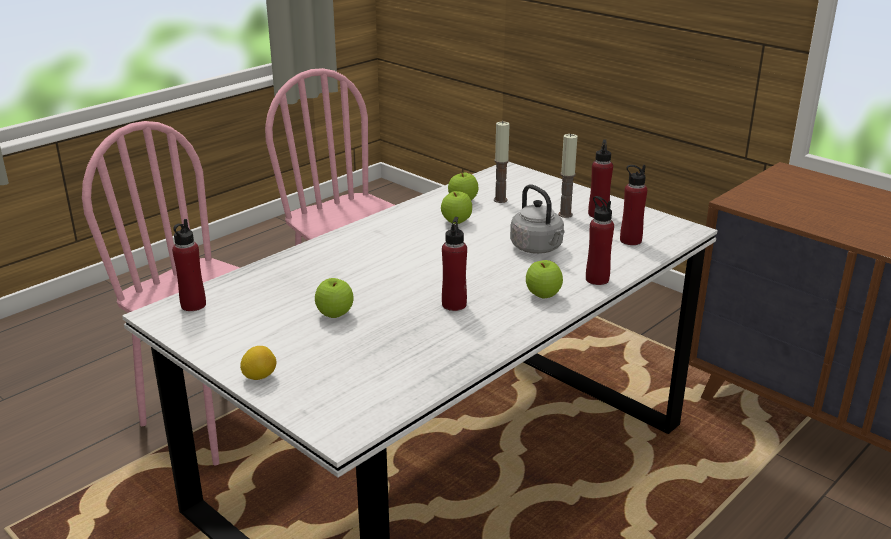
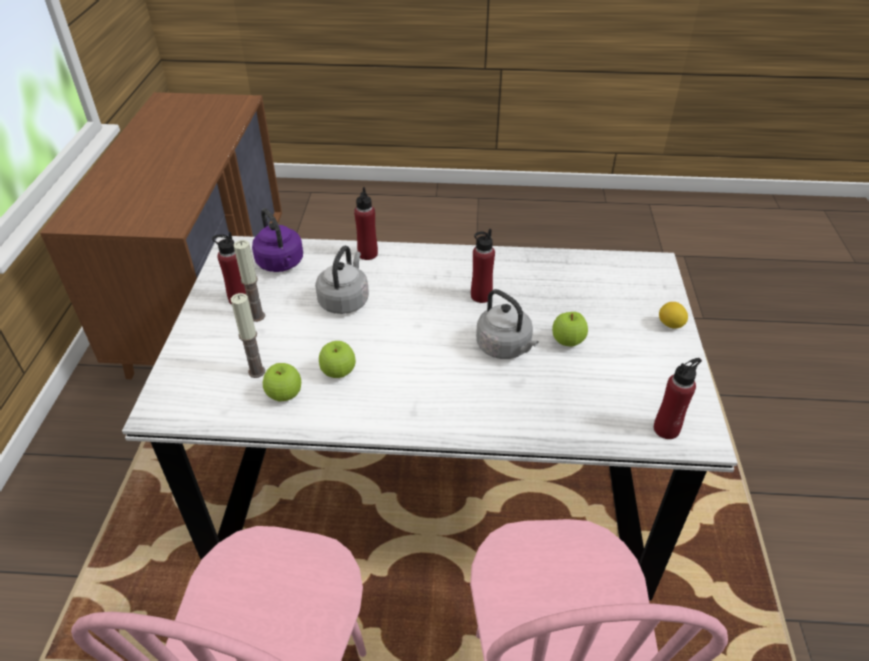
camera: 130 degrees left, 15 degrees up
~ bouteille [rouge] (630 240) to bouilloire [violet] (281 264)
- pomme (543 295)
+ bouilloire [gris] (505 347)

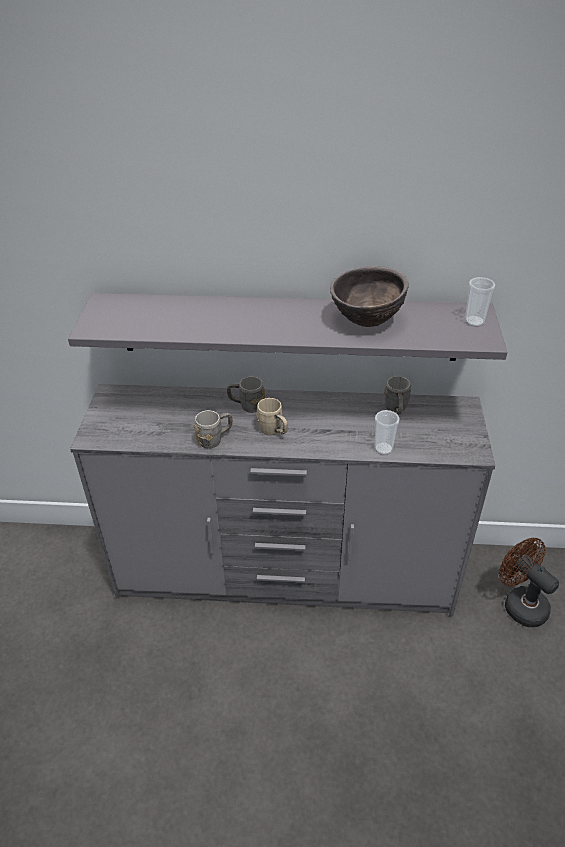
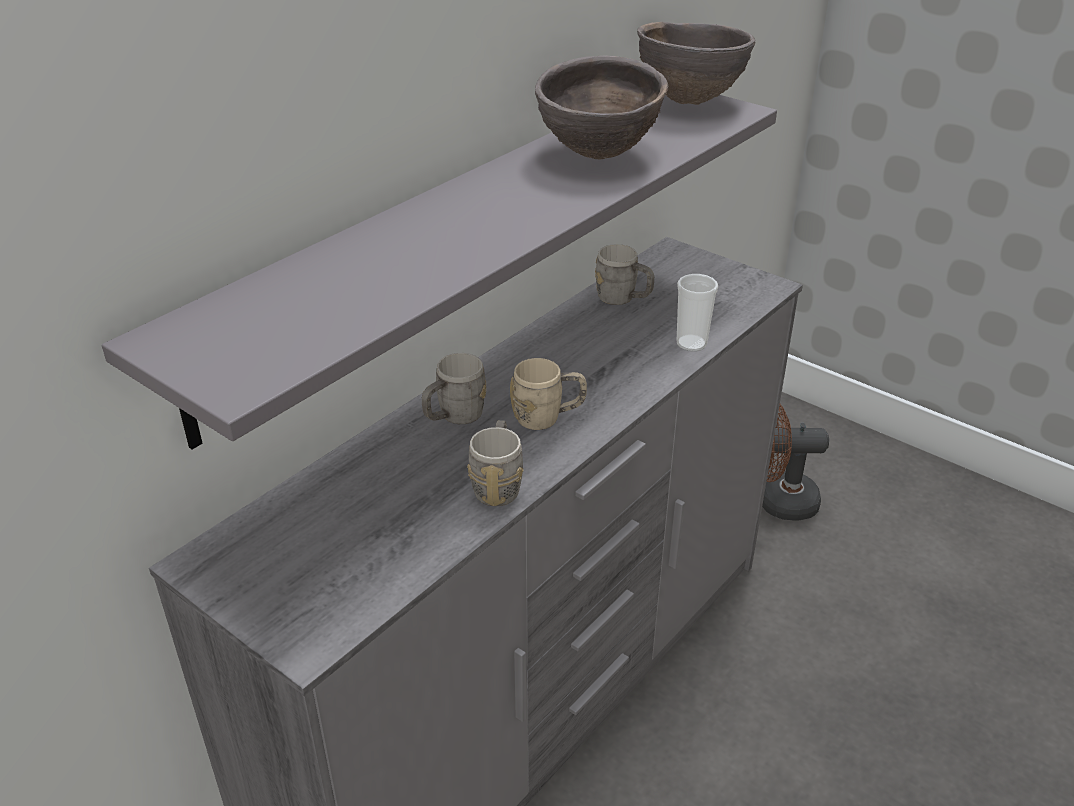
camera: 55 degrees left, 5 degrees down
~ tasse (474 321) to bol [marron] (690 101)

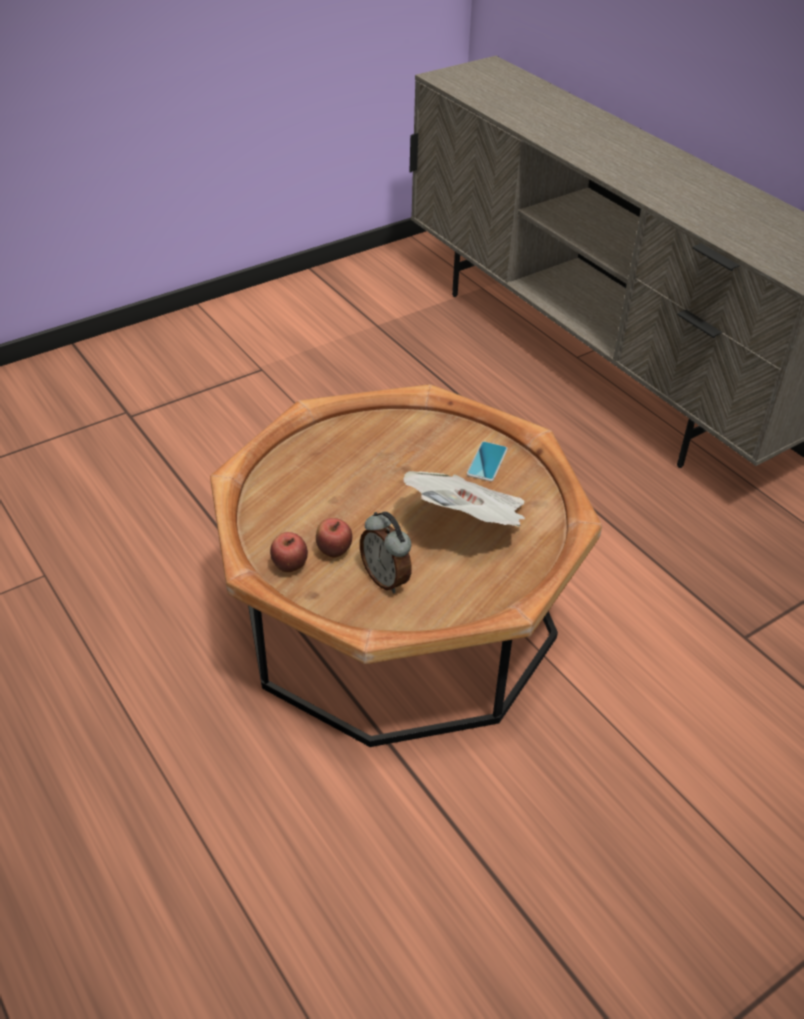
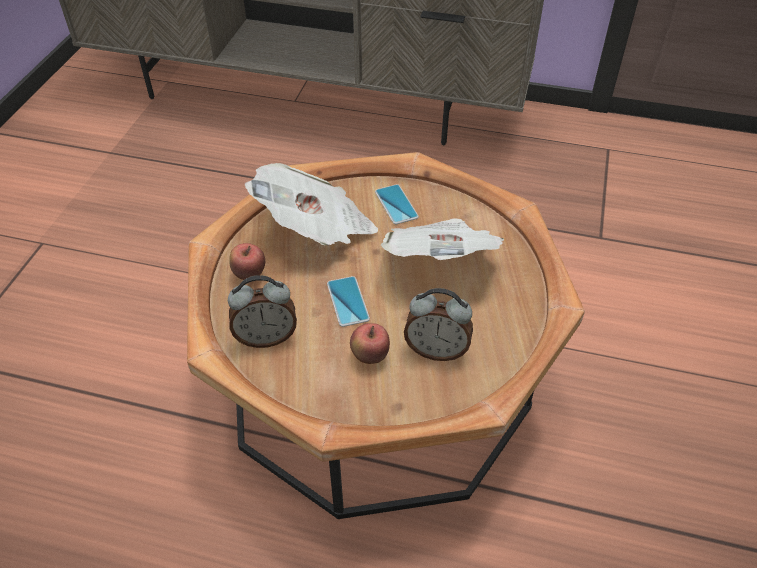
camera: 40 degrees left, 5 degrees up
~ pomme (290 566) to (249 275)
+ journal (316 229)
+ réveil (266 337)
+ téléphone (347 301)

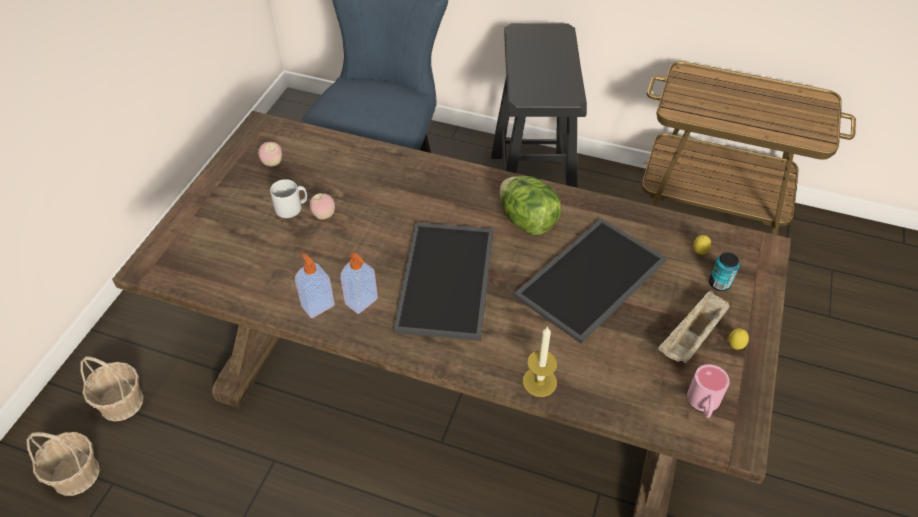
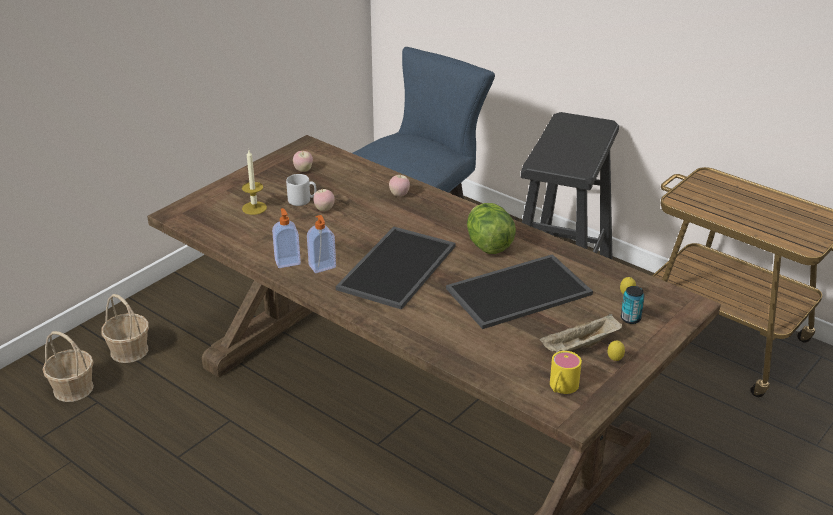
camera: 20 degrees right, 15 degrees down
~ bougie (539 381) to (254 208)
~ mug [rose] (703 404) to mug [jaune] (561 388)
+ pomme (399 195)

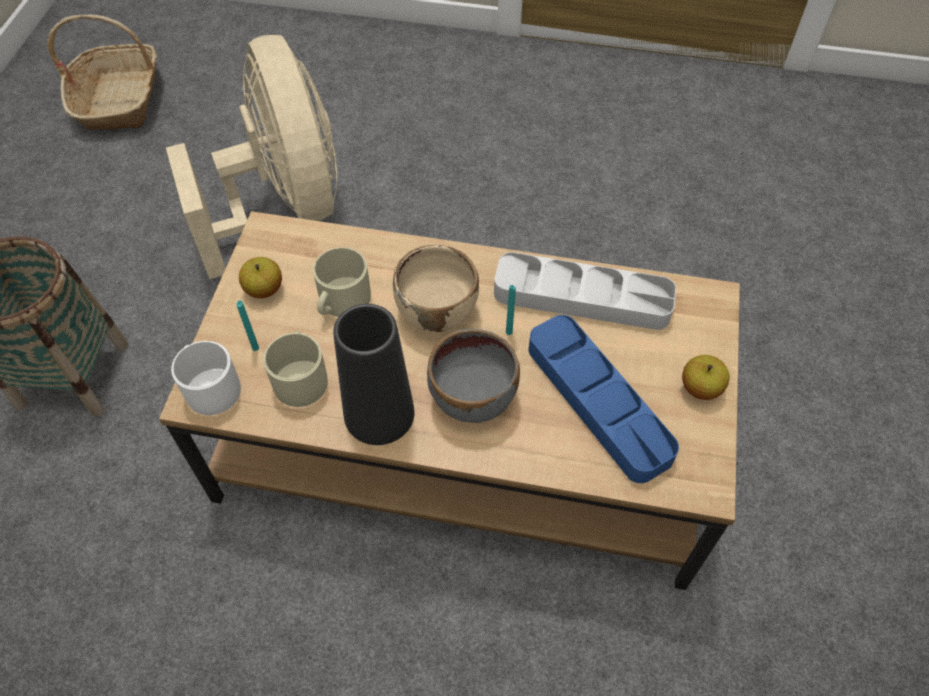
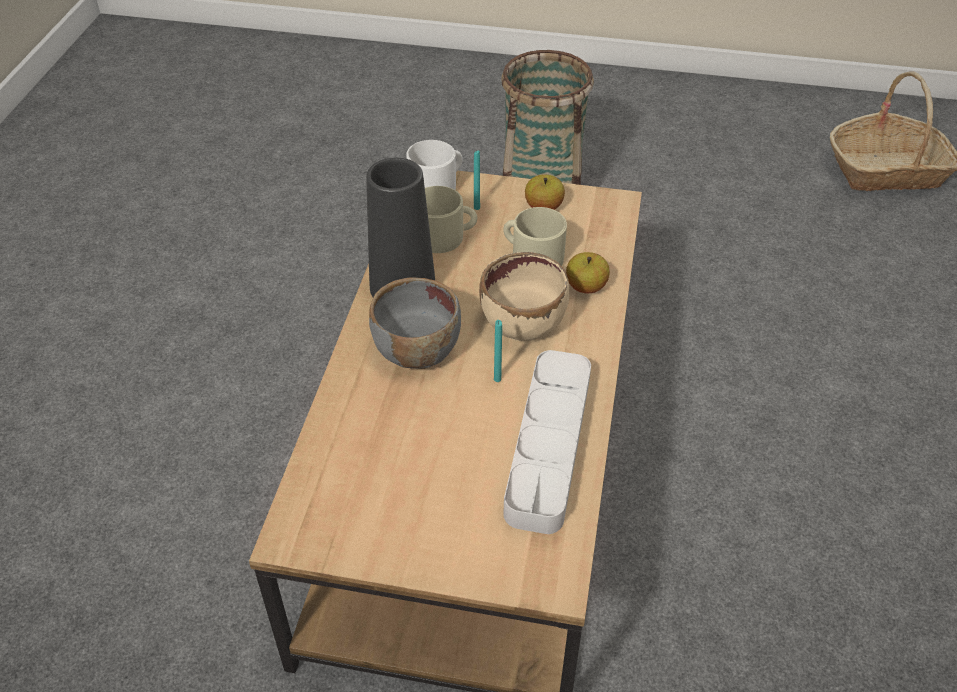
camera: 90 degrees right, 10 degrees down
- ventilateur [beige] (284 206)
- plateau [bleu] (598 401)
~ pomme (700 388) to (586 287)

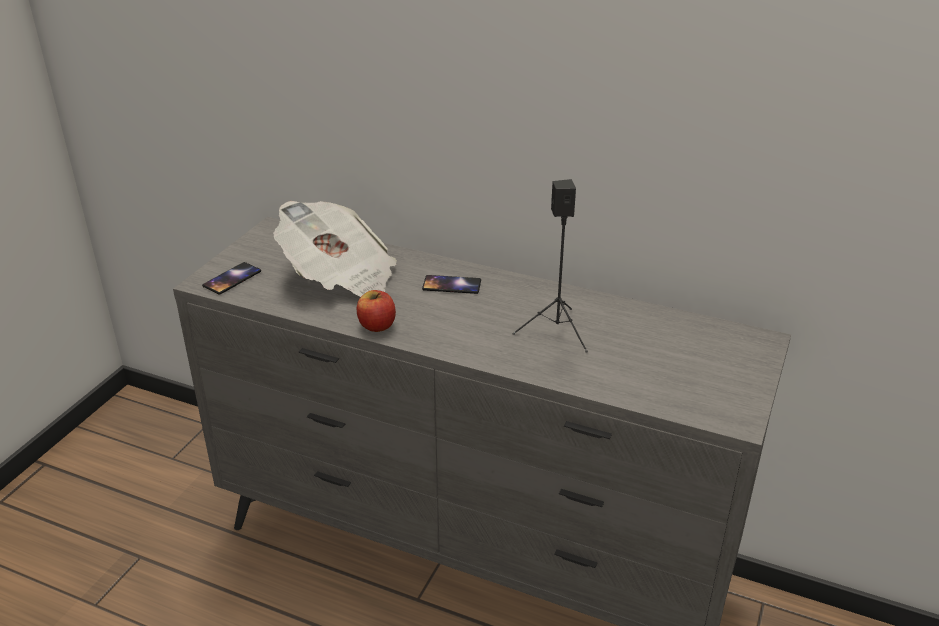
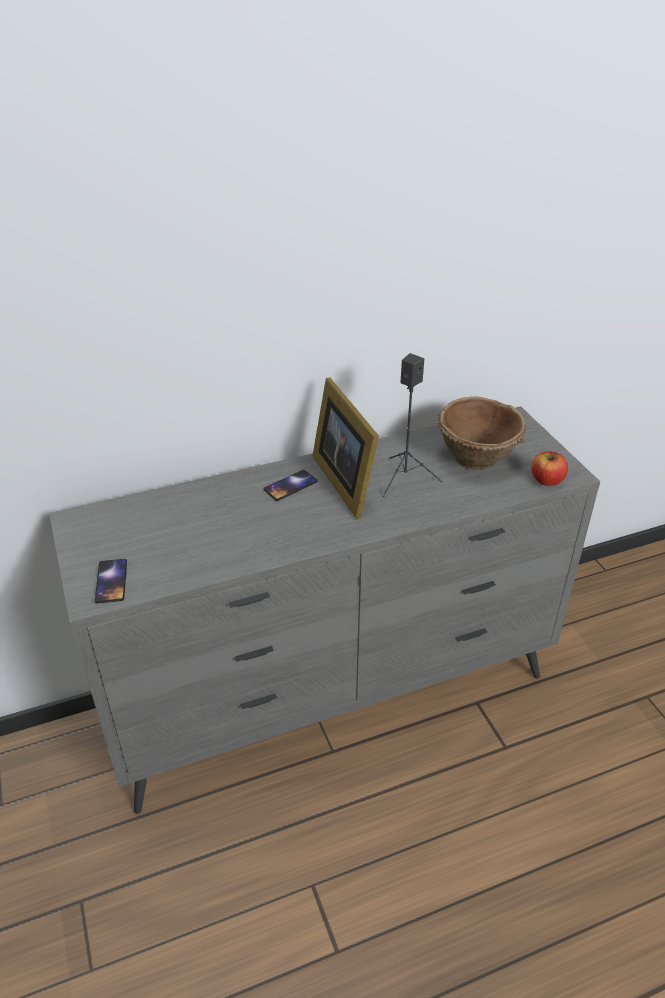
camera: 45 degrees left, 5 degrees up
- journal (340 277)
~ pomme (377 325) to (546 480)
+ cadre photo (347 480)
+ bol [marron] (477 458)

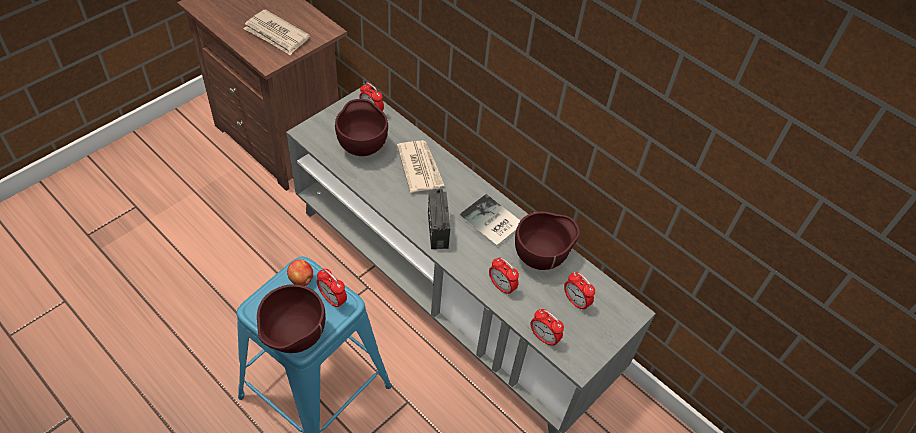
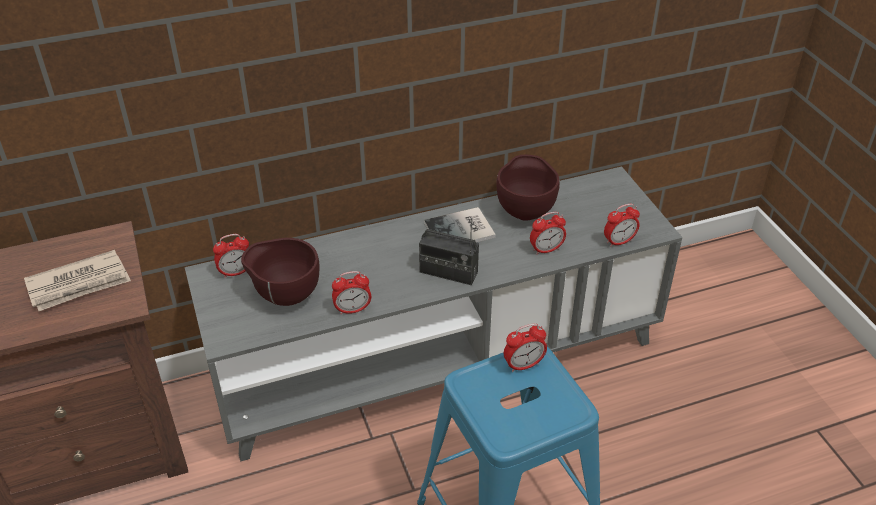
camera: 60 degrees left, 10 degrees down
- journal (420 167)
- pomme (301 280)
~ réveil (575 301) to (352 309)
- bol [marron] (293 340)

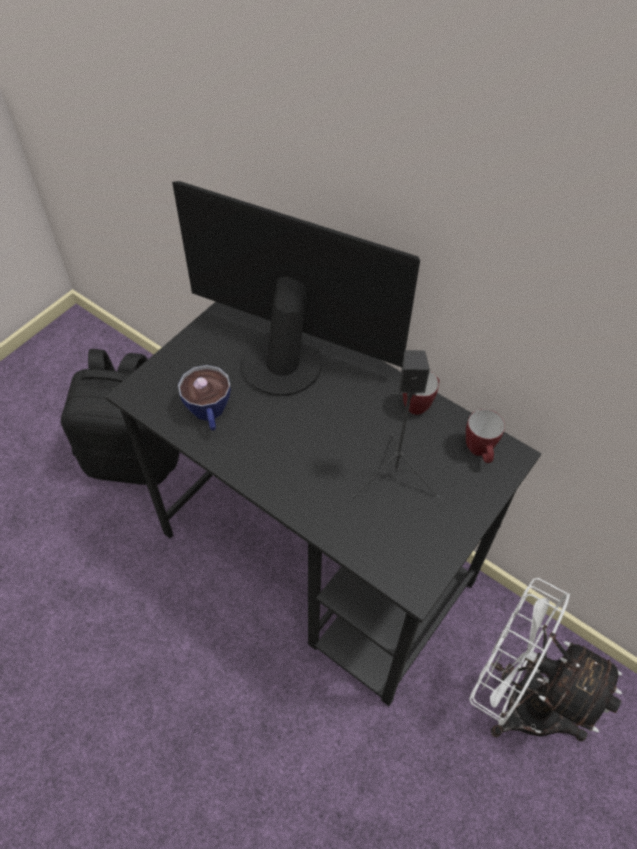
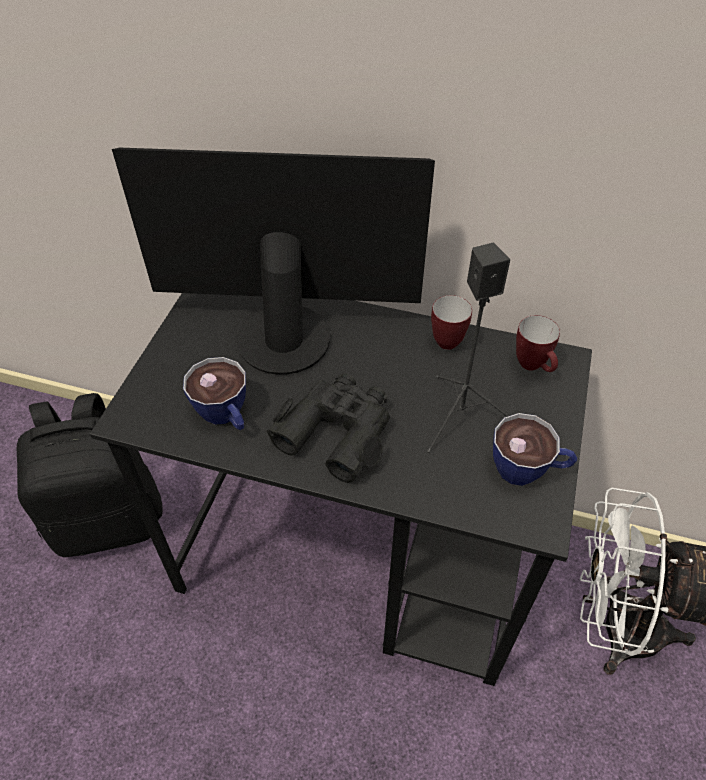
camera: 20 degrees left, 5 degrees down
+ jumelles [noir] (337 431)
+ tasse (528 470)

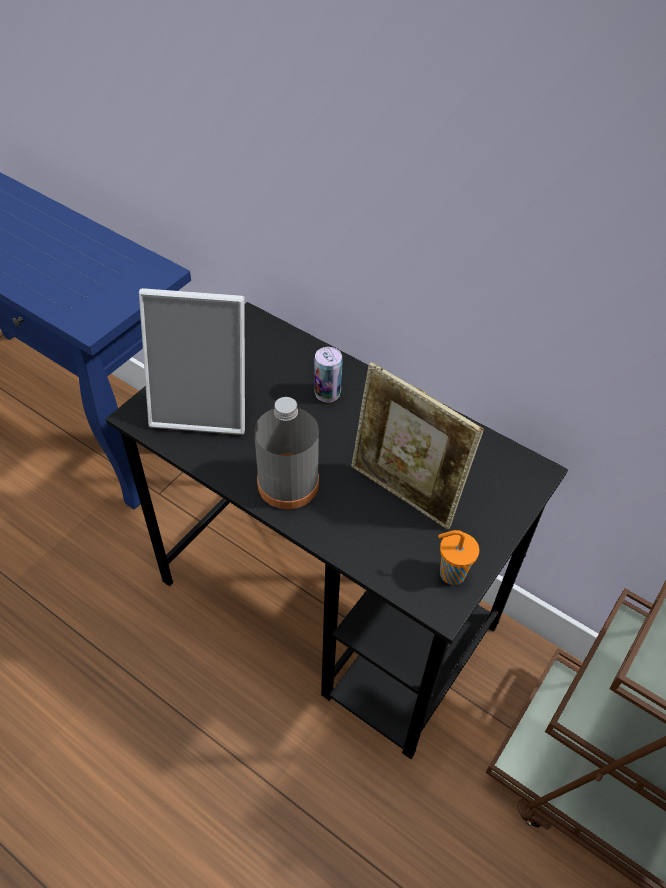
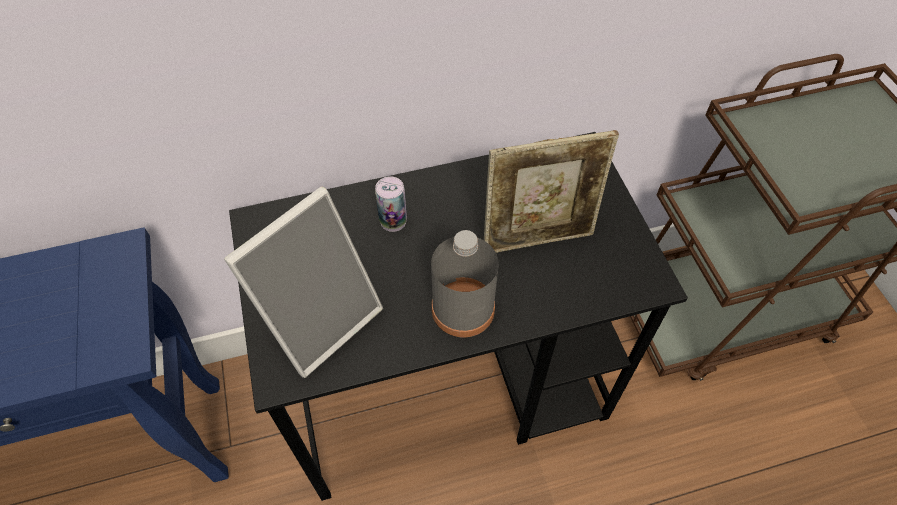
camera: 50 degrees left, 5 degrees up
- tasse [orange] (450 573)

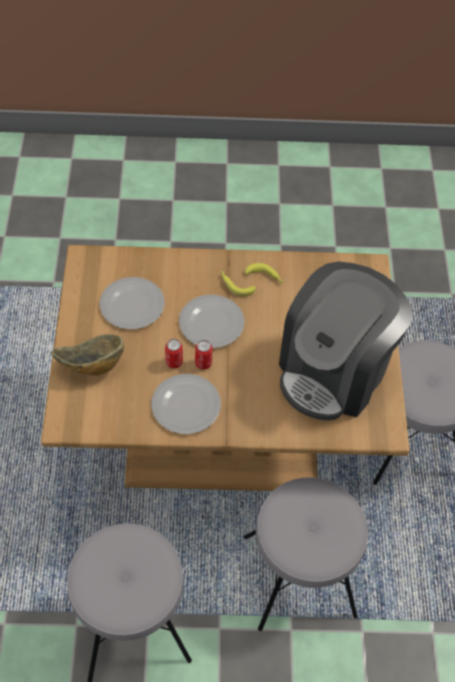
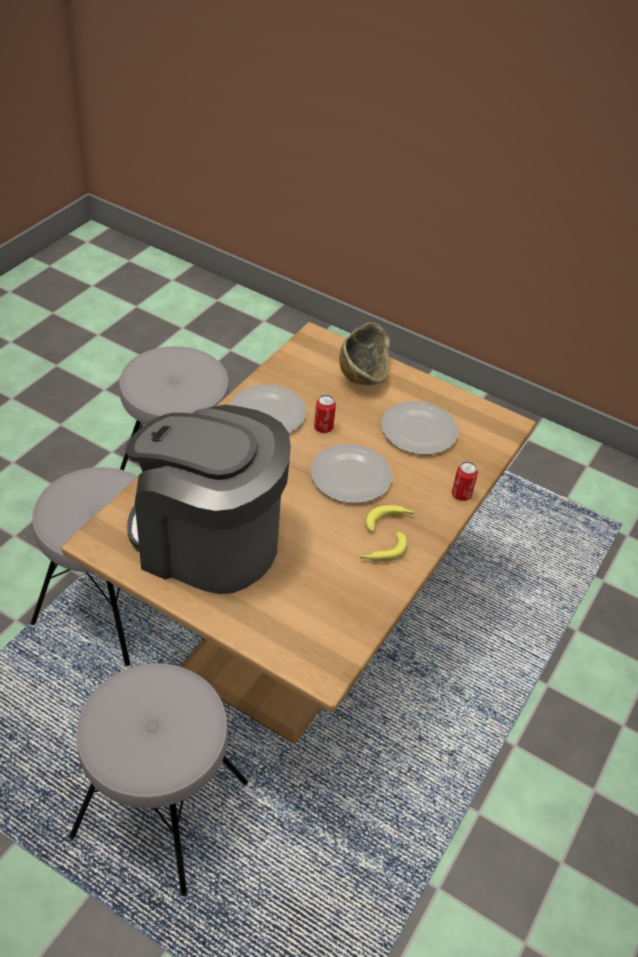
camera: 120 degrees right, 10 degrees down
~ machine à café (334 371) = (207 541) 45 degrees counterclockwise
~ boîte métallique (203 363) to (461 494)

